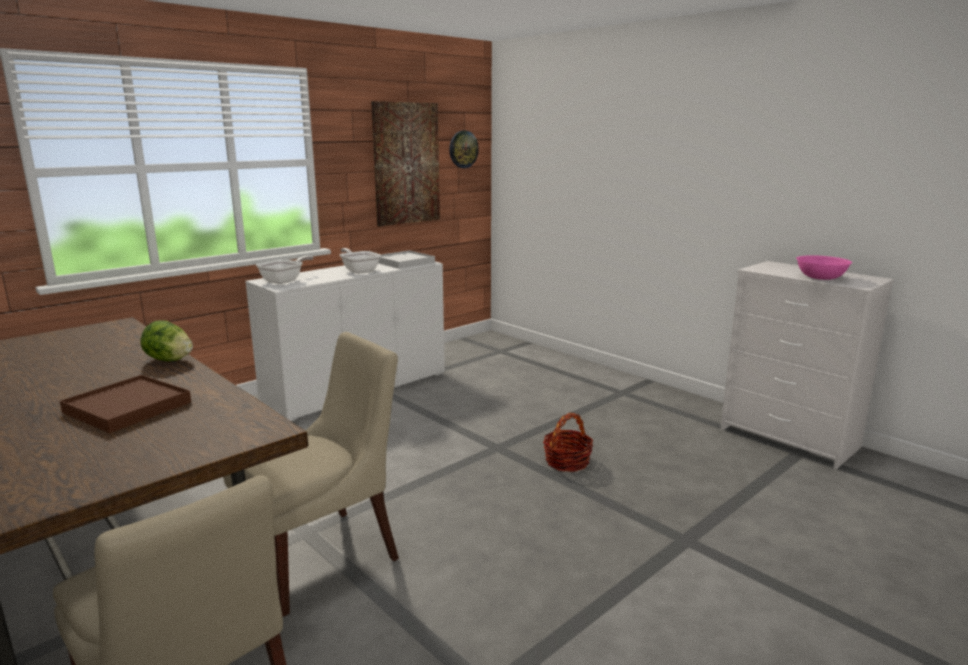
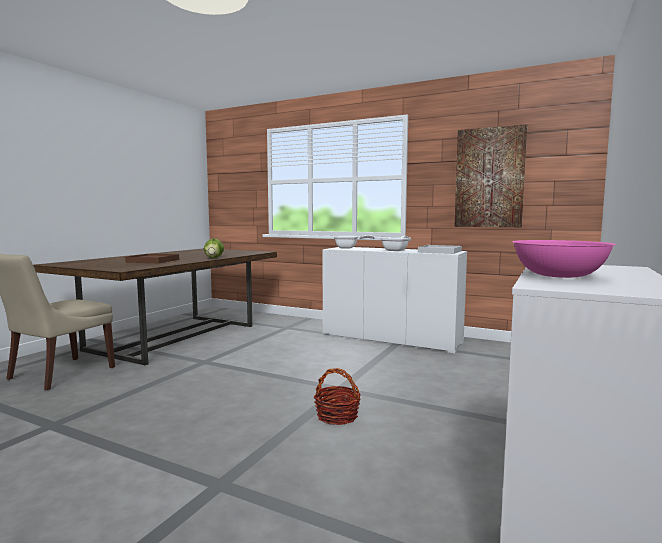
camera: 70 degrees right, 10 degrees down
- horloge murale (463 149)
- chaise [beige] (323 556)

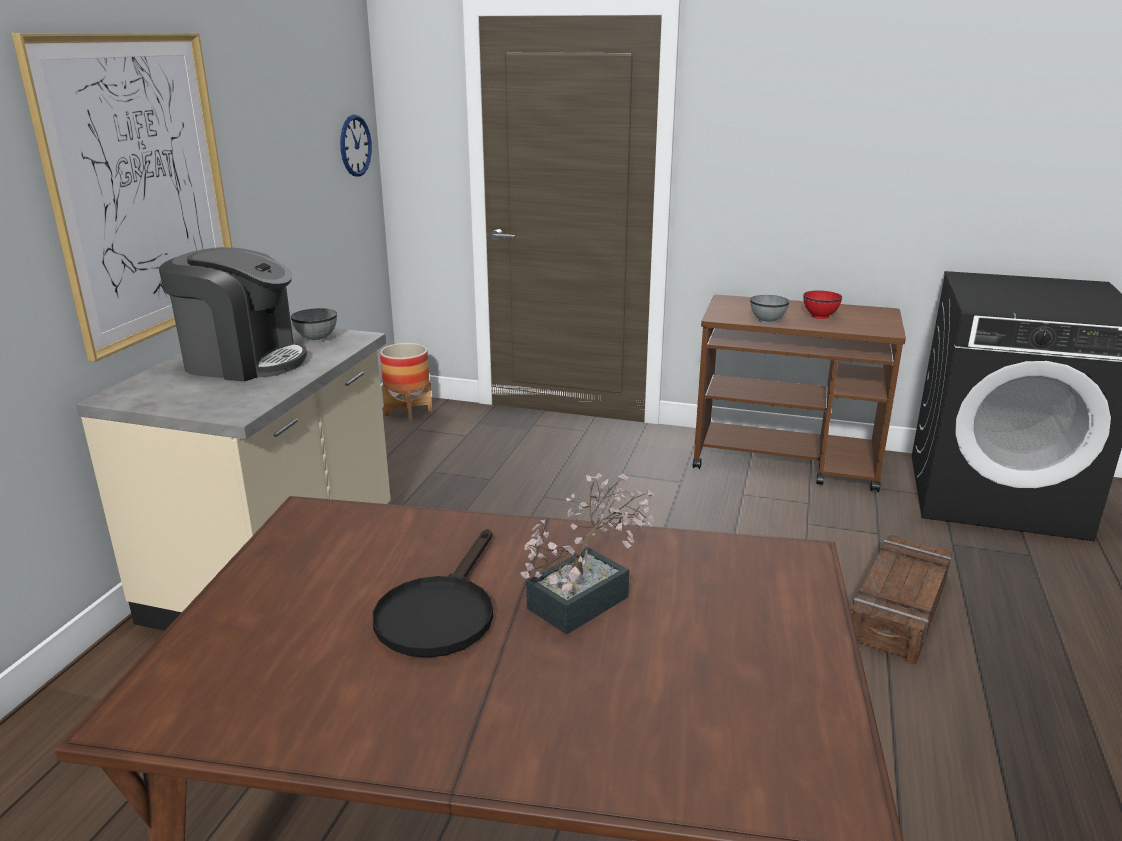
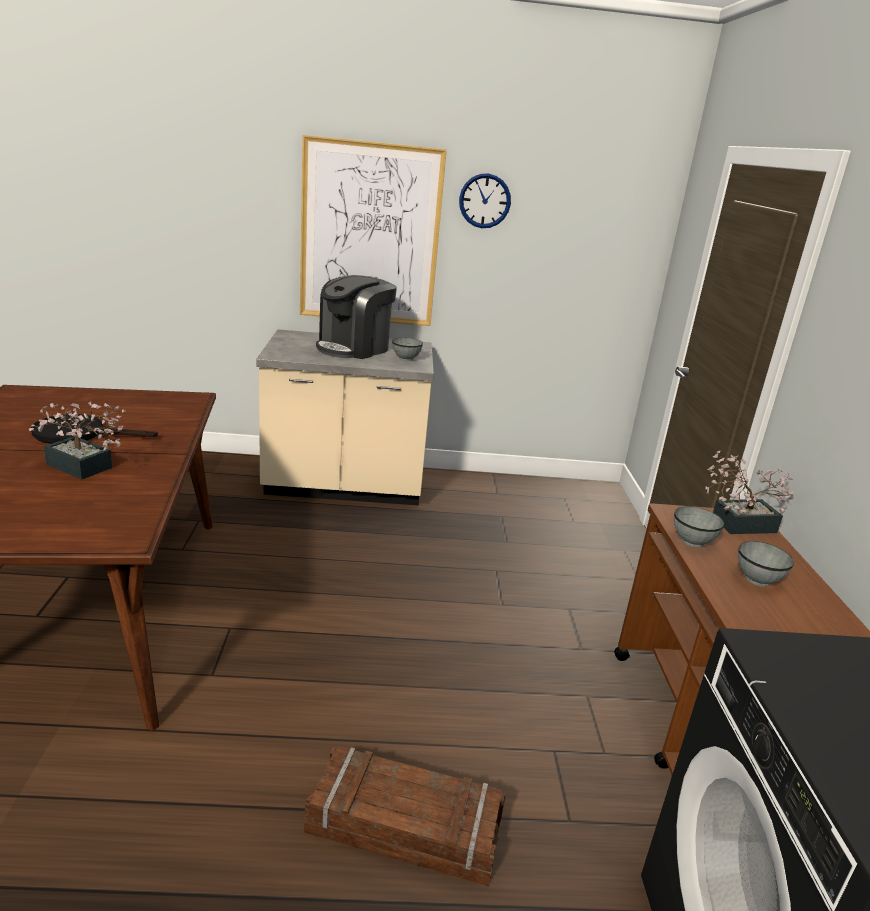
camera: 70 degrees right, 0 degrees up
~ horloge murale (355 145) to (484 201)
~ machine à café (243 361) = (354 348) 45 degrees clockwise
~ bol [rouge] (819 316) to bol [gris] (757 579)
- cache-pot (408 413)
+ plante en pot (736 524)

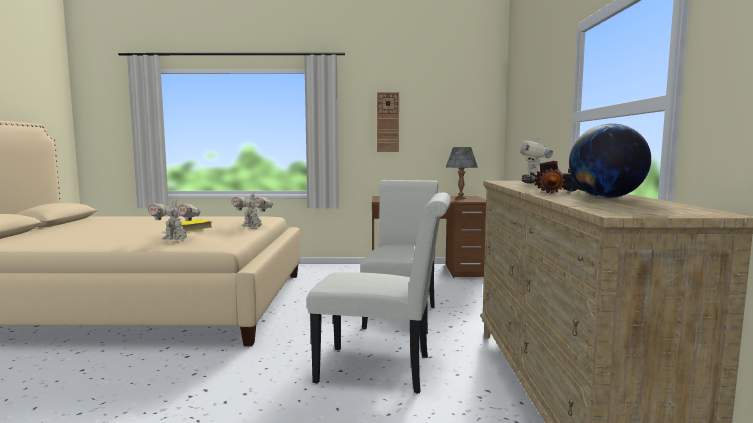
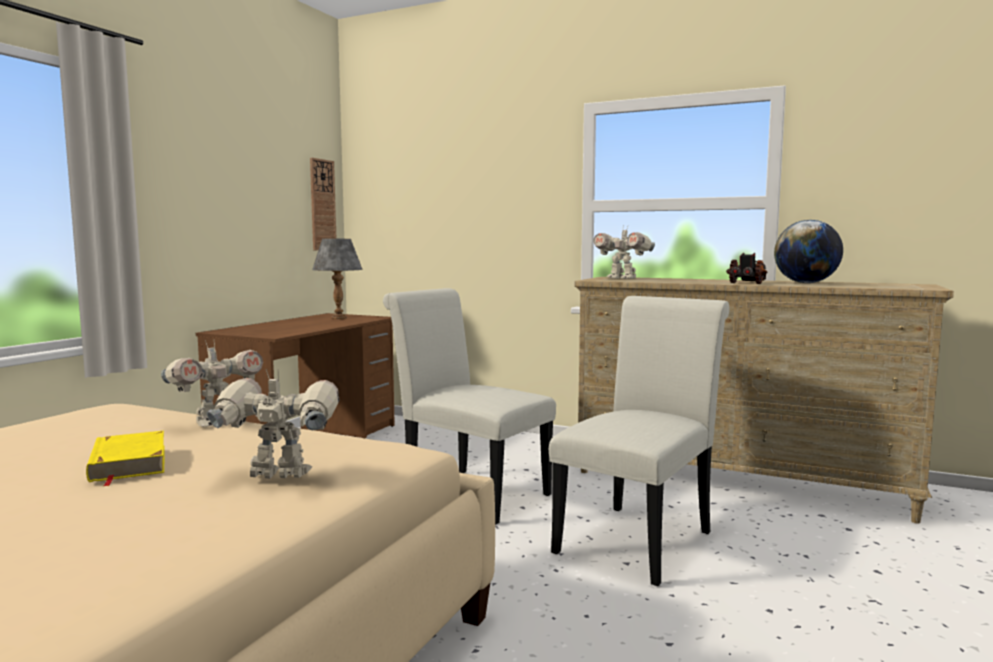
camera: 65 degrees left, 0 degrees up
~ horloge murale (388 122) to (322 205)
~ robot jouet (175 239) = (279 476) 120 degrees counterclockwise

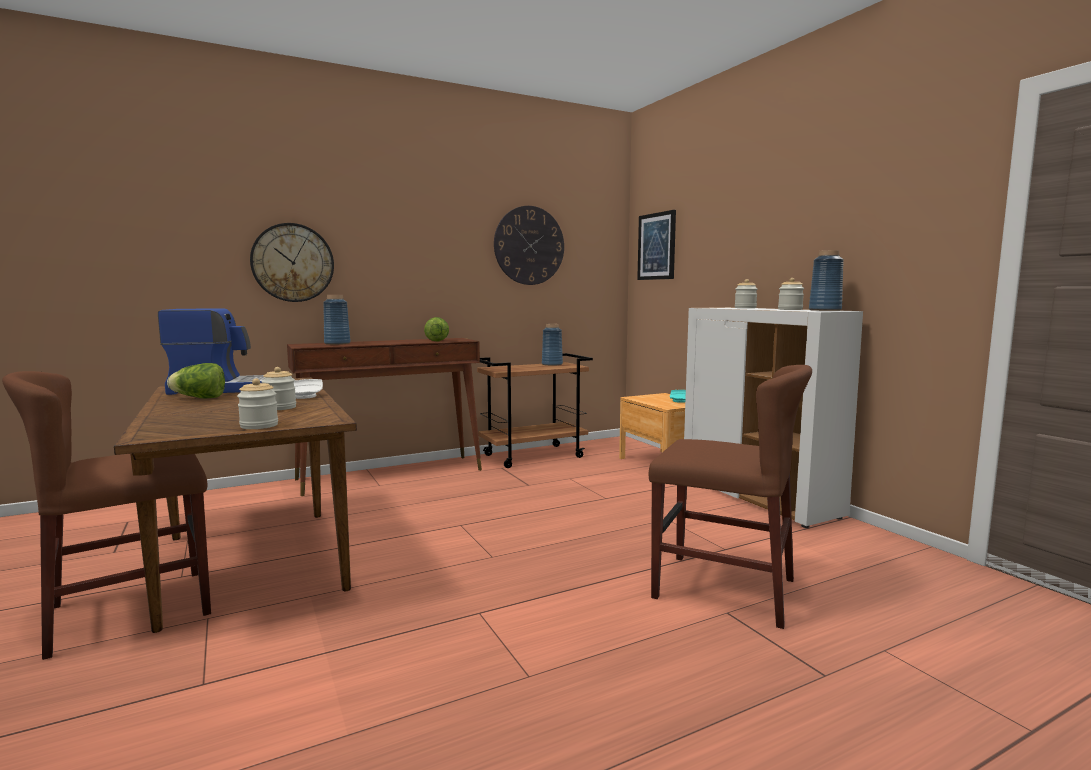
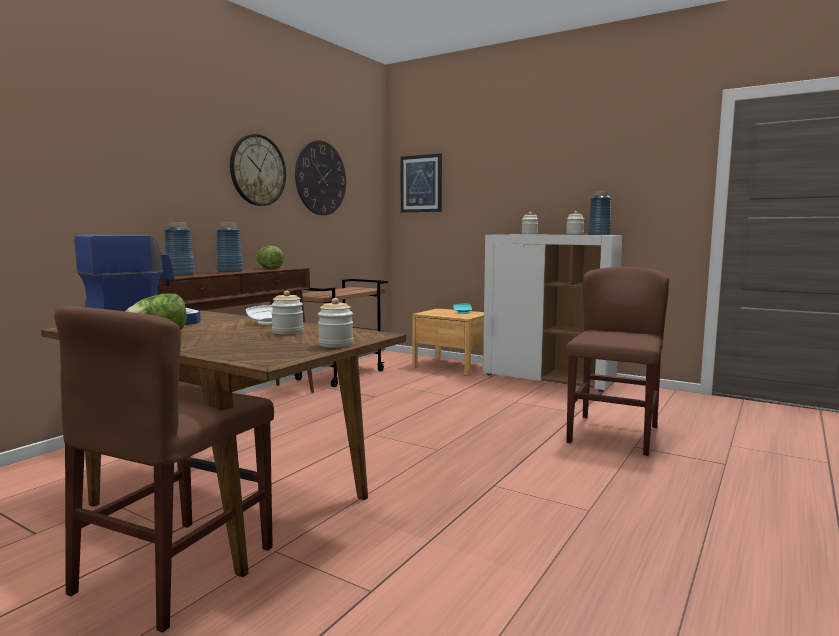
camera: 30 degrees left, 0 degrees up
~ horloge murale (292 263) to (258 170)
~ vase [bleu] (552 364) to (230 271)
~ chaise [marron] (723 588) = (613 434) 60 degrees counterclockwise

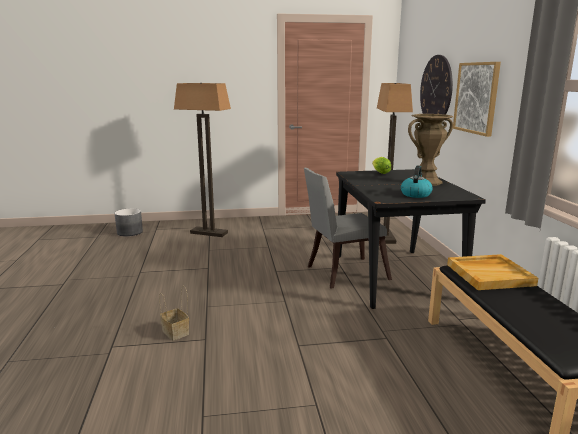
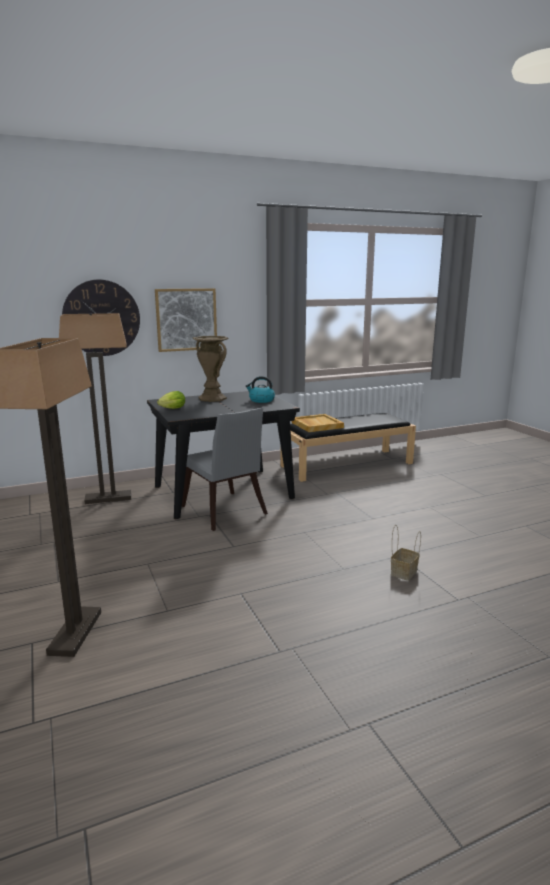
camera: 105 degrees left, 0 degrees up
- cache-pot [gris] (130 232)

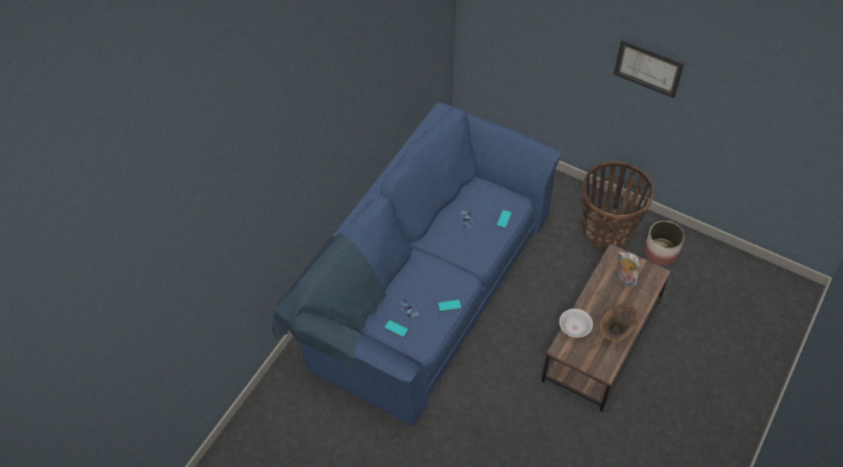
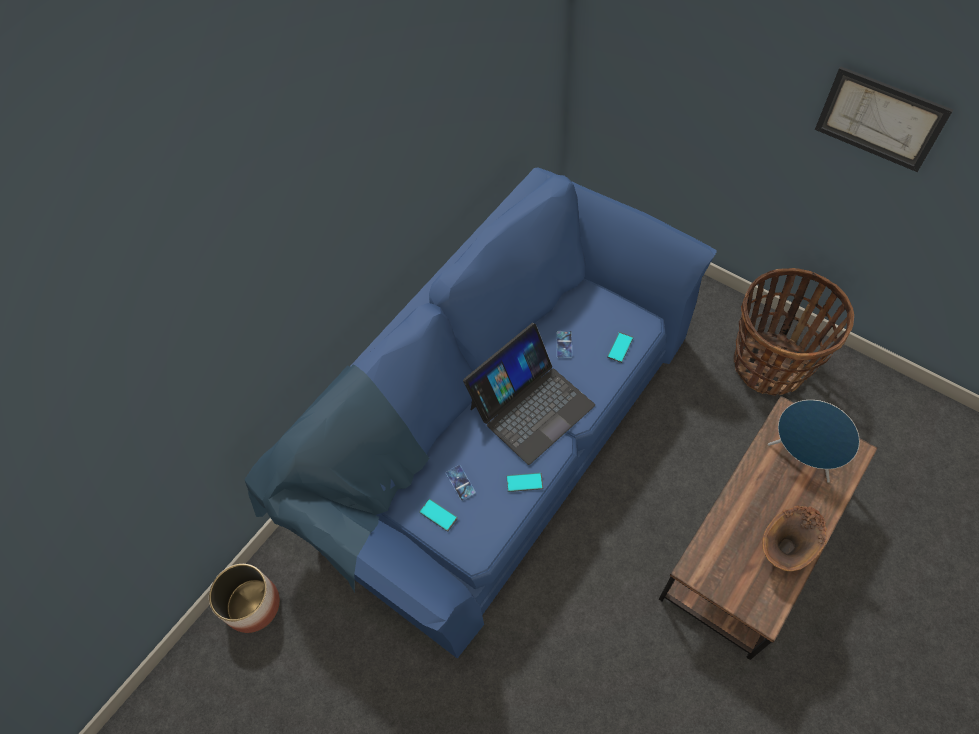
camera: 10 degrees right, 5 degrees up
~ cache-pot (661 251) to (252 604)
~ peluche (624 280) to enceinte [bleu] (801 458)
- bol [blanc] (574 329)
+ ordinateur portable (531 406)

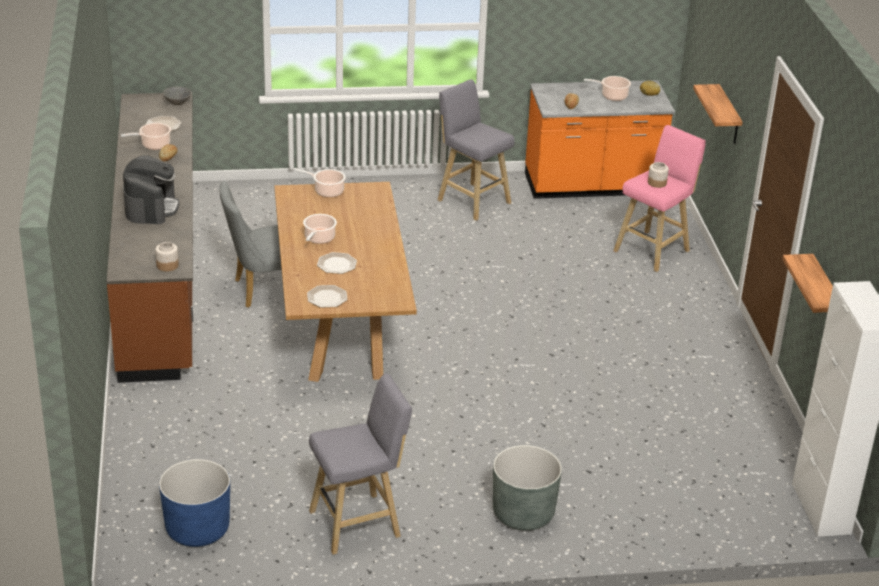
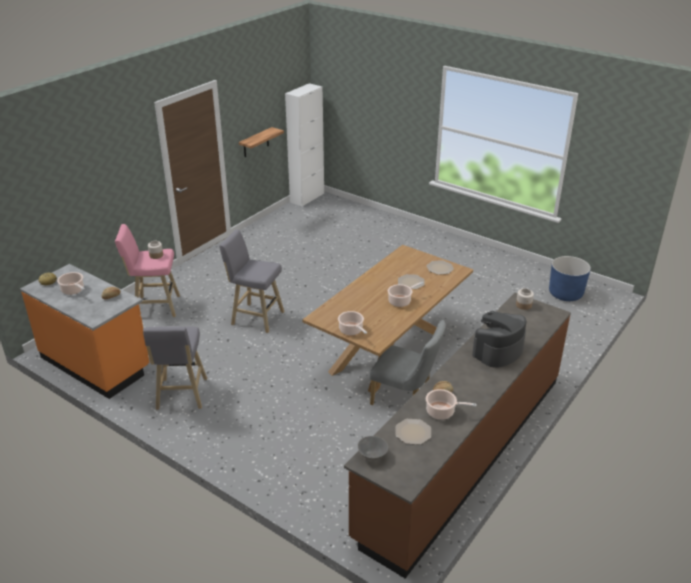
camera: 135 degrees left, 0 degrees up
- étagère (728 116)
~ tabouret [gris] (359 523) to (255 317)
- cache-pot [gris] (523 513)

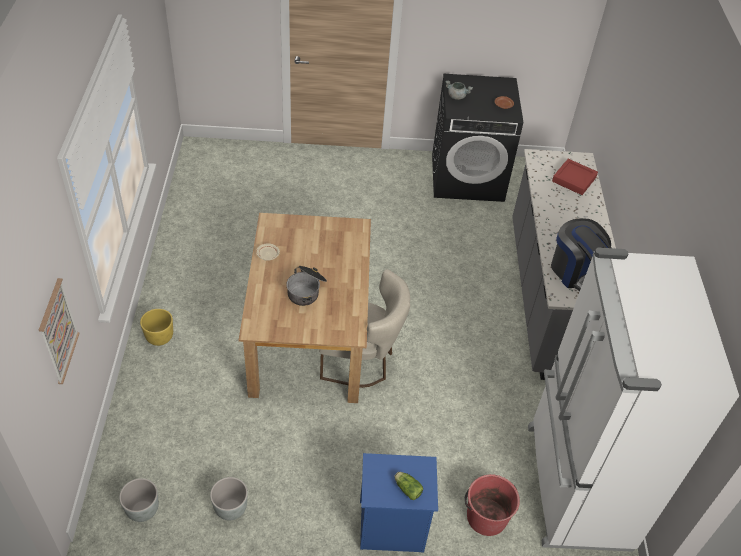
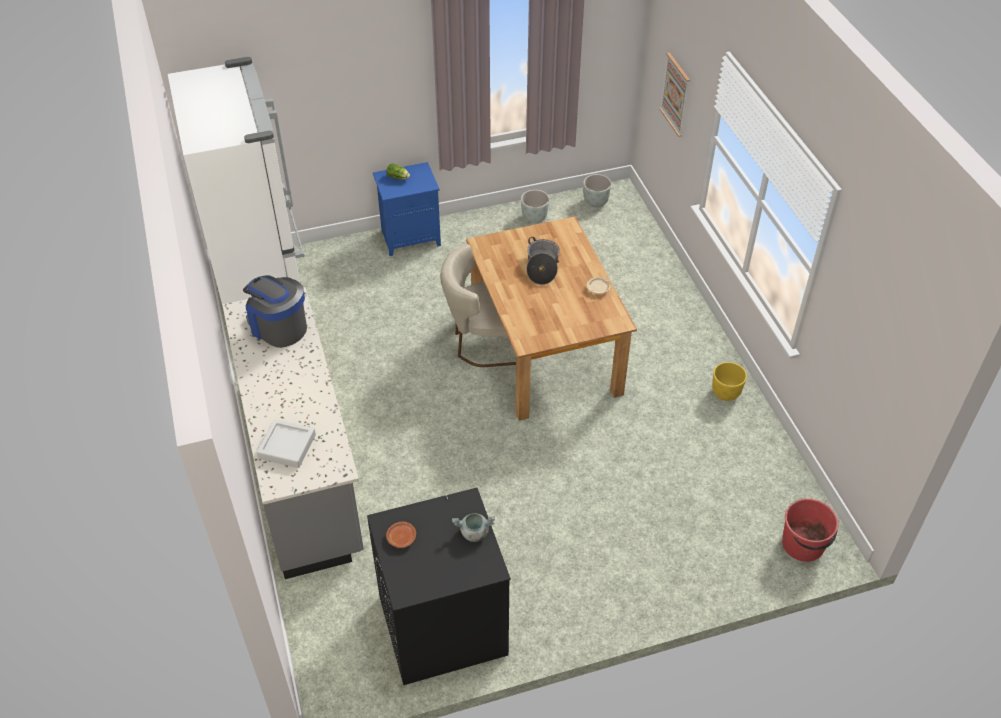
camera: 165 degrees right, 0 degrees up
~ plateau [rouge] (574 179) to plateau [gris] (287 446)
~ cache-pot [jaune] (159 337) to (726 393)
~ seau [rouge] (486 516) to (803 545)

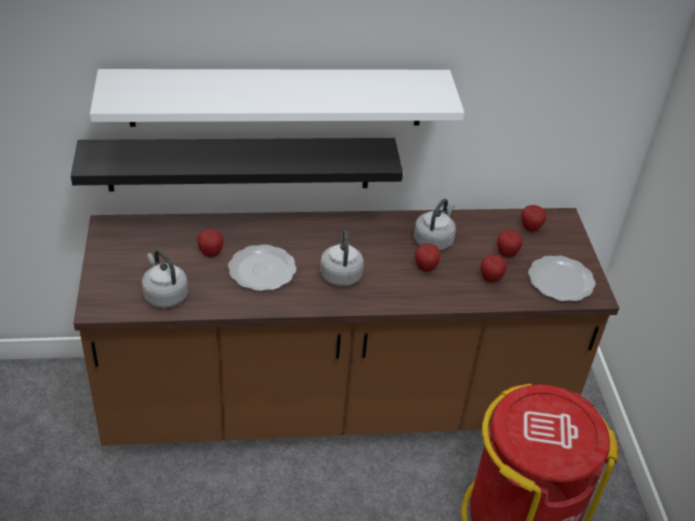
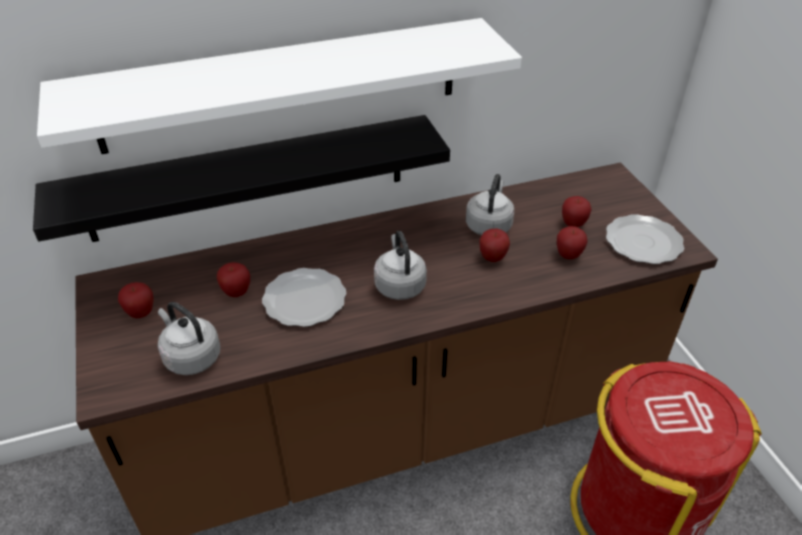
camera: 10 degrees left, 0 degrees up
~ pomme (530 228) to (141 313)

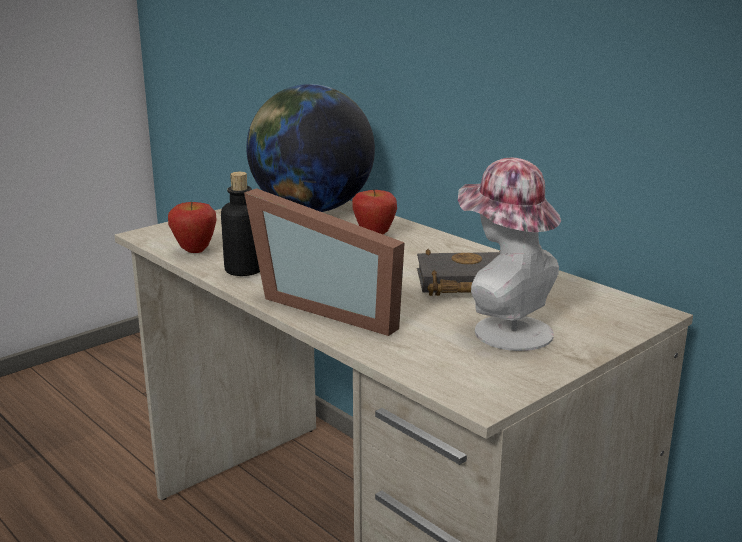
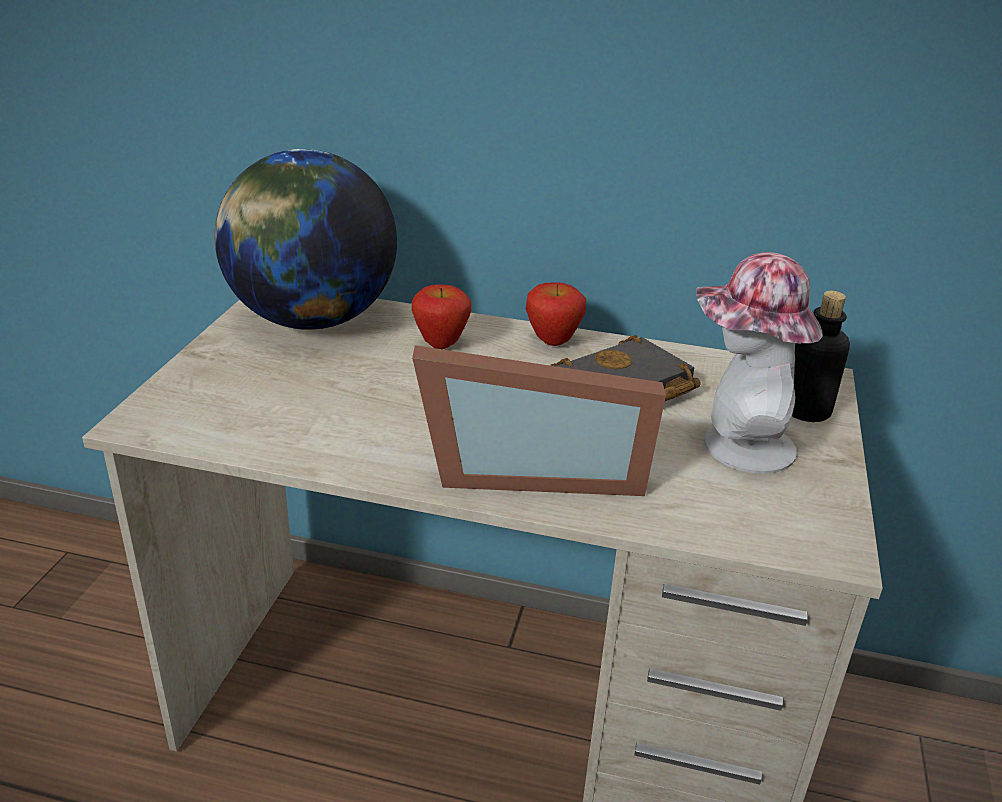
camera: 35 degrees left, 10 degrees up
~ bouteille (244 270) to (806 410)
~ pomme (194 251) to (553 342)

